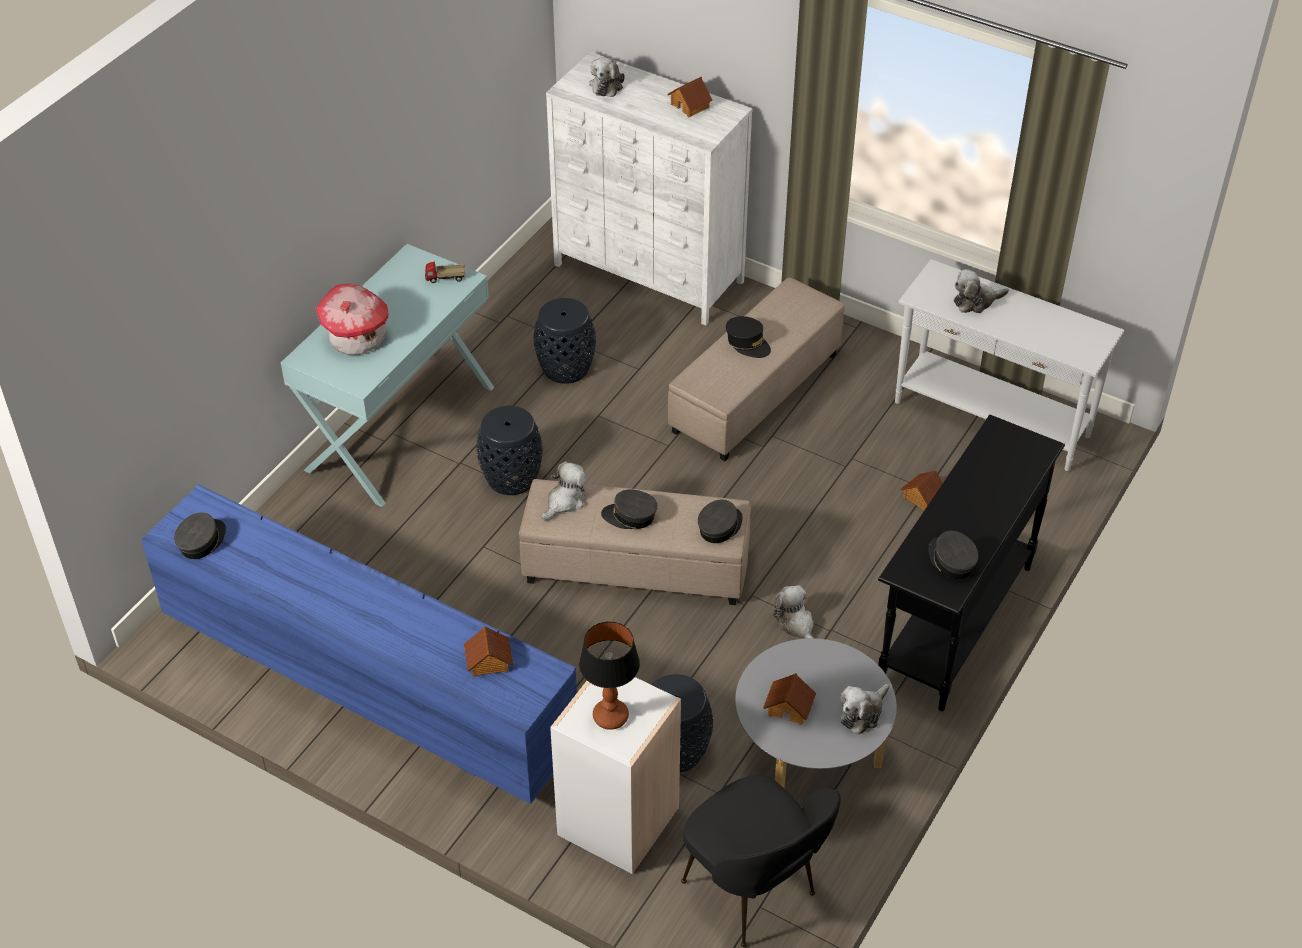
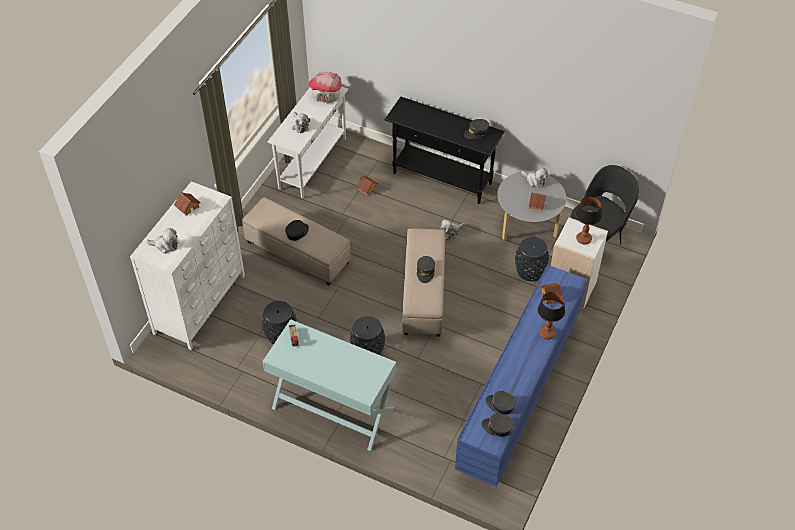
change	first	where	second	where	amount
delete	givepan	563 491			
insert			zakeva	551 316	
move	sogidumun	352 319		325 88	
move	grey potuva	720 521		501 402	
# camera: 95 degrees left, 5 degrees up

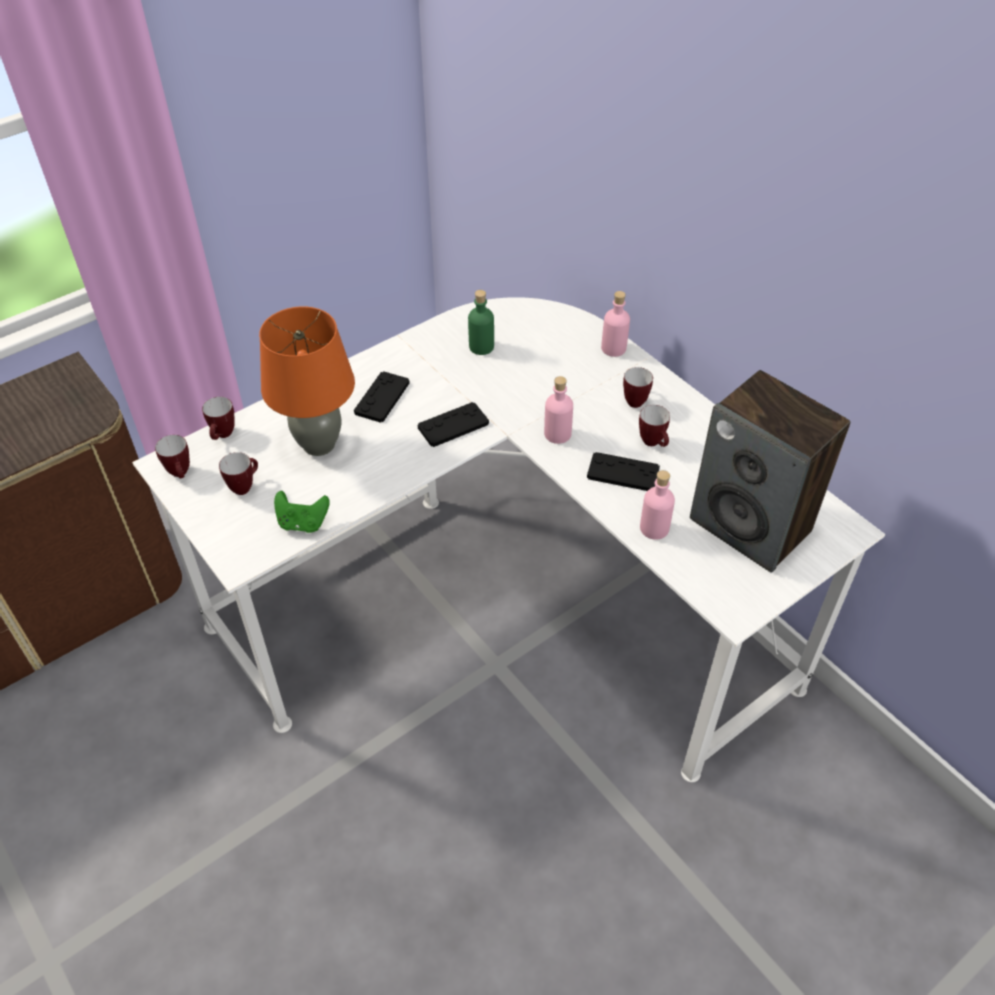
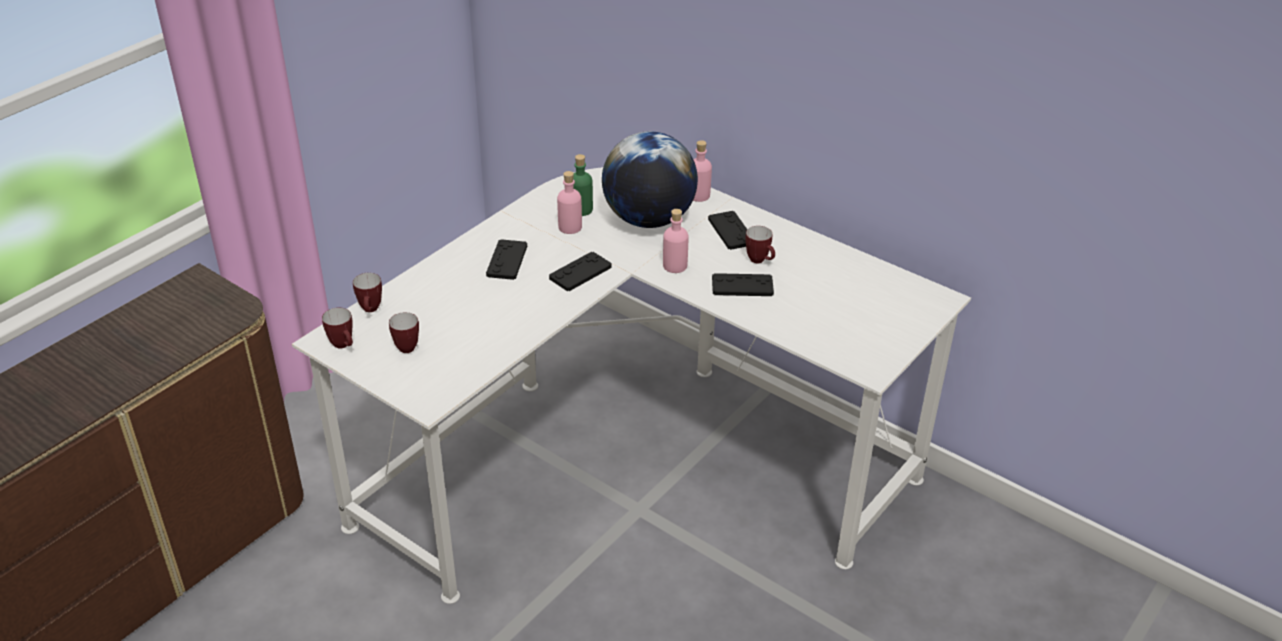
change	first	where	second	where	amount
delete	orange zakeva	307 381			
delete	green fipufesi	302 512			
delete	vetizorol	770 471			
insert			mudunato	650 179	
move	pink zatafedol	657 505		569 202	
replace	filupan	638 387	black fipufesi	727 230	
# camera: 15 degrees left, 10 degrees down

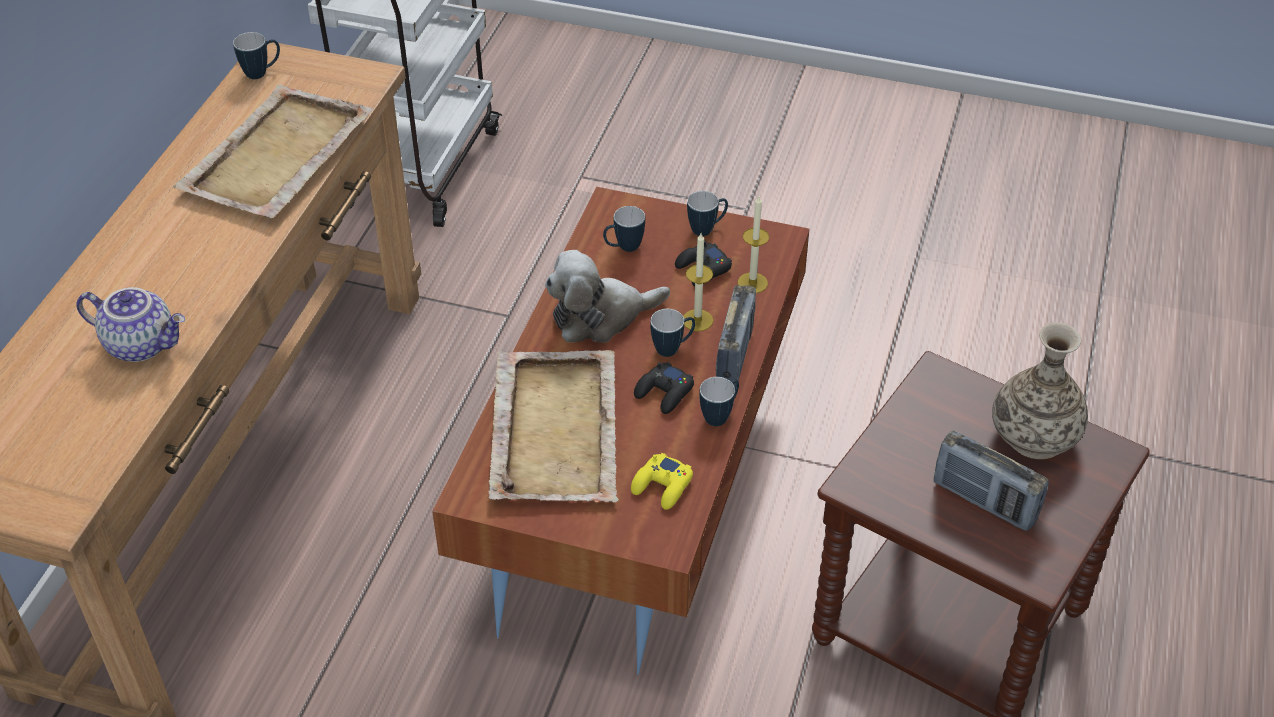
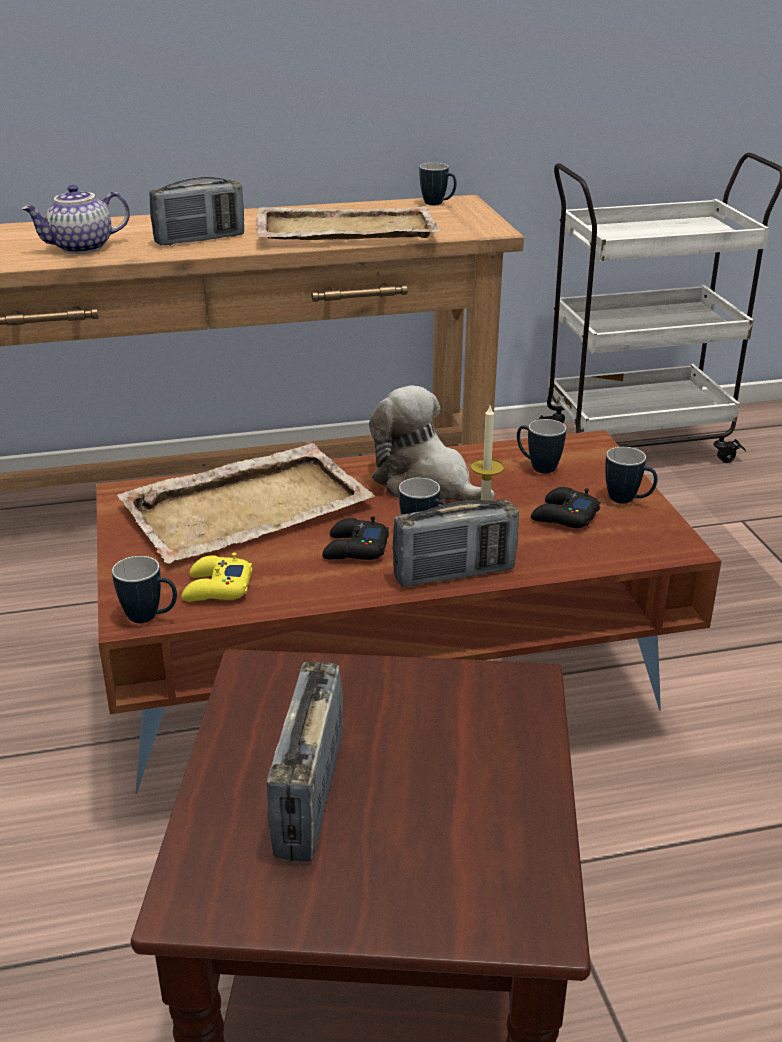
change	first	where	second	where	amount
delete	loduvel	753 244			
delete	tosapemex	1040 390			
insert			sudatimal	196 211	
move	filupan	719 401		144 589	
rotate	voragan	130 324		75 219	75 degrees clockwise
# camera: 60 degrees right, 15 degrees down

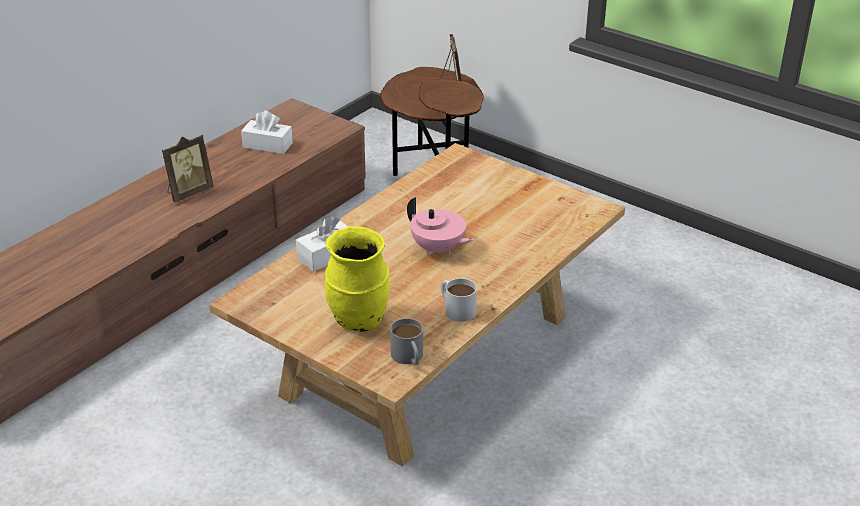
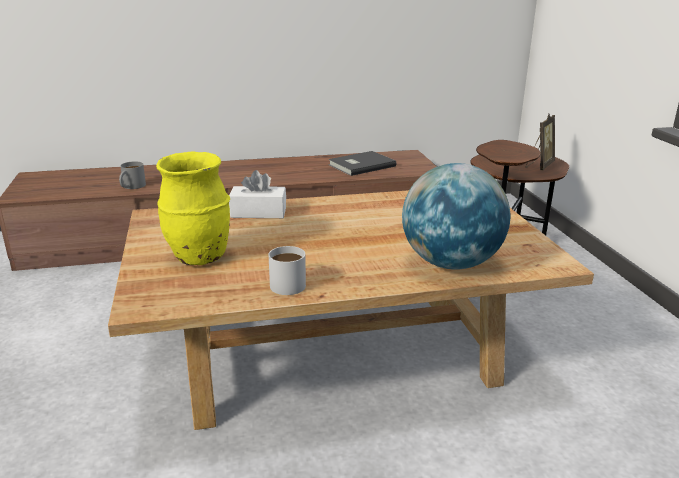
change	first	where	second	where	amount
delete	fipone	187 168			
delete	pink voragan	440 226			
insert			mudunato	456 216	
move	grey filupan	406 341		132 175	
replace	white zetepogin	267 132	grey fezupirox	362 163	
# camera: 40 degrees right, 10 degrees down

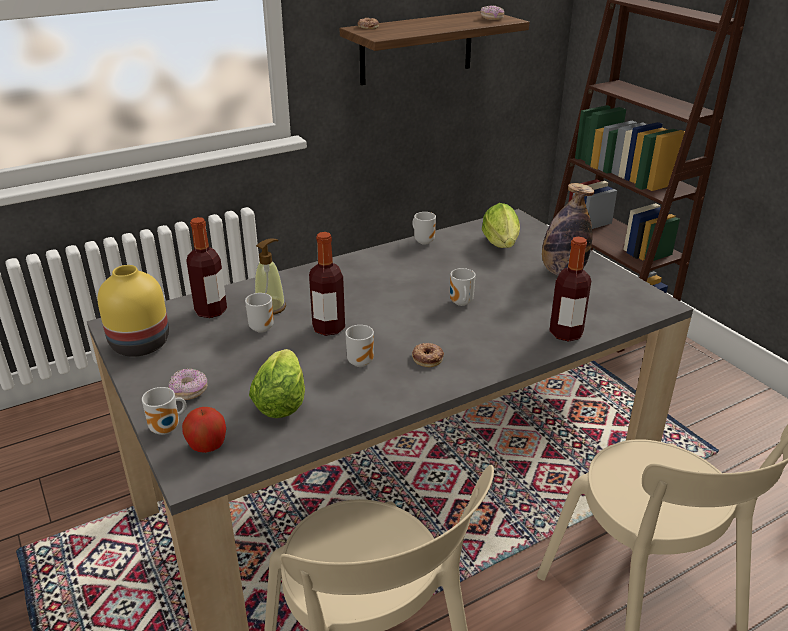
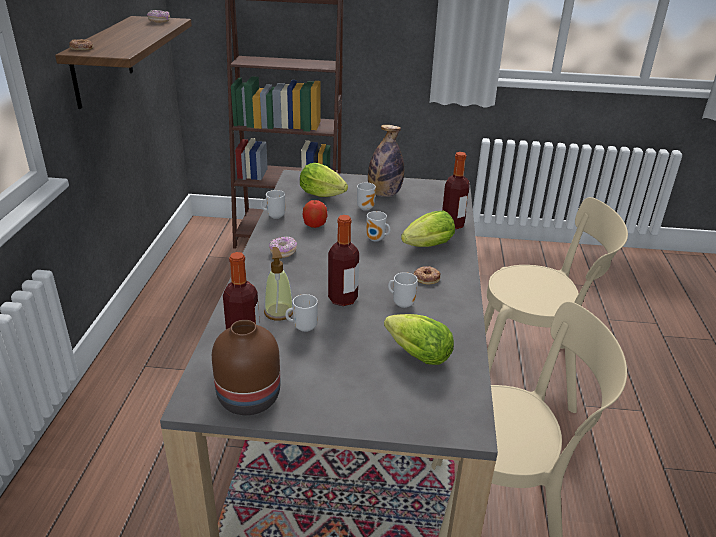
change	first	where	second	where	amount
insert			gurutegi	428 229	
move	filupan	164 411		366 197	
move	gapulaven	188 384		283 247	
move	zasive	204 430		315 214	
recolor	yellow tosapemex	133 311	brown tosapemex	246 367	
# camera: 55 degrees left, 0 degrees up

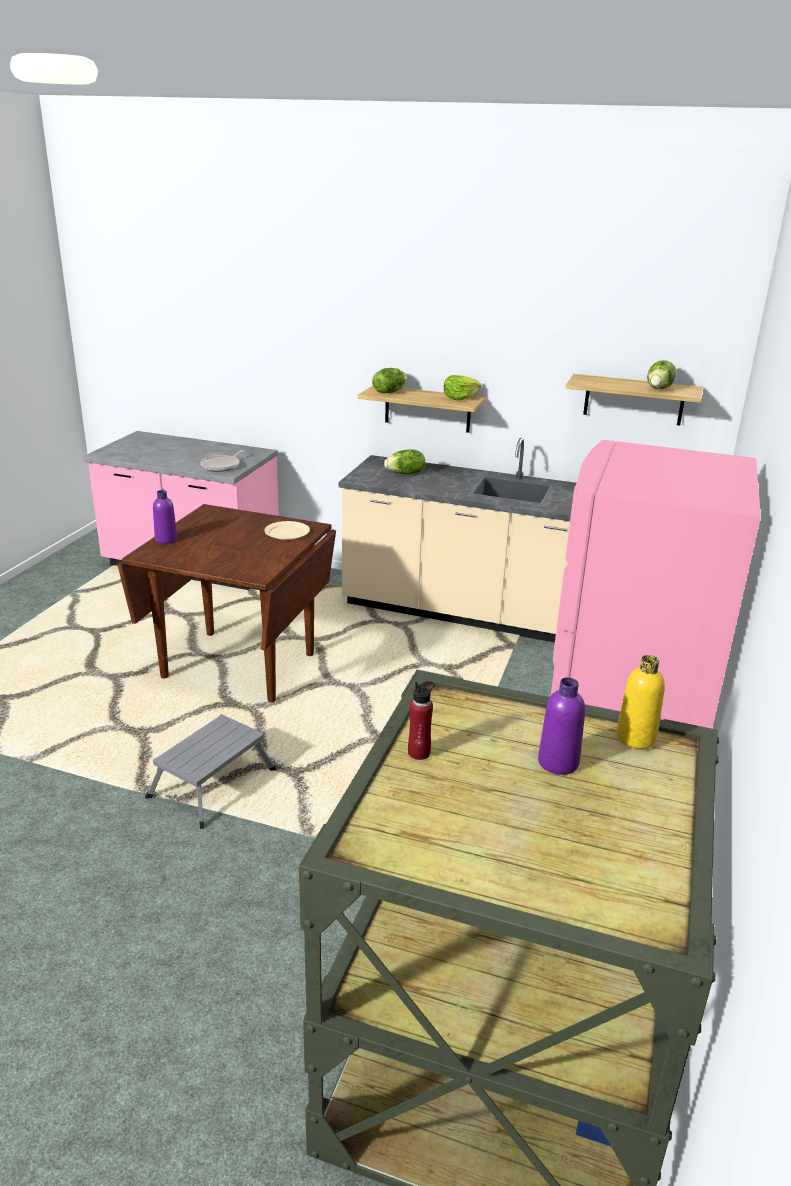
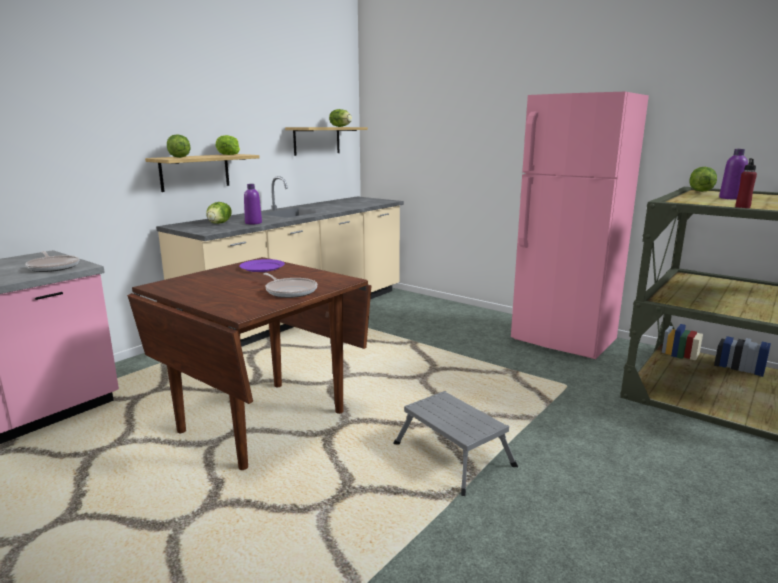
change	first	where	second	where	amount
insert			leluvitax	290 285	
move	purple zatafedol	165 517		253 204	
replace	yellow zatafedol	640 702	gurutegi	703 179	
recolor	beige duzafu	287 530	purple duzafu	262 265	
# camera: 70 degrees left, 10 degrees down

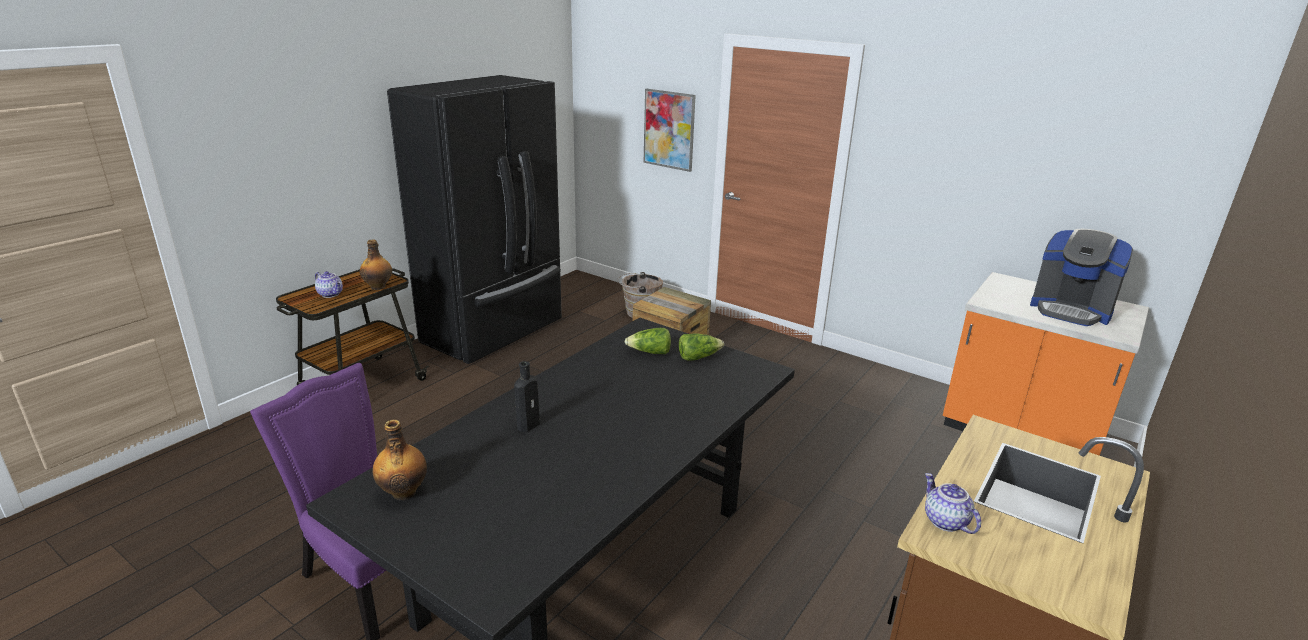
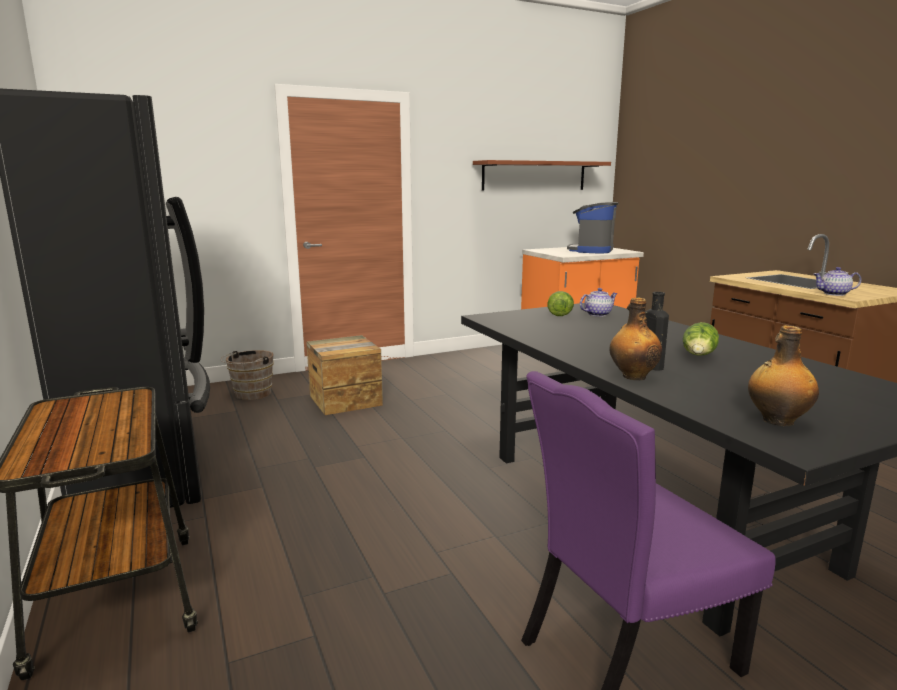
change	first	where	second	where	amount
delete	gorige	670 130			
insert			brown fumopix	542 175	
move	voragan	329 284		599 302	
move	zatafedol	376 264		635 339	
move	gurutegi	647 341		701 339	
rotate	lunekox	1081 277		593 227	135 degrees clockwise
# camera: 60 degrees left, 10 degrees down

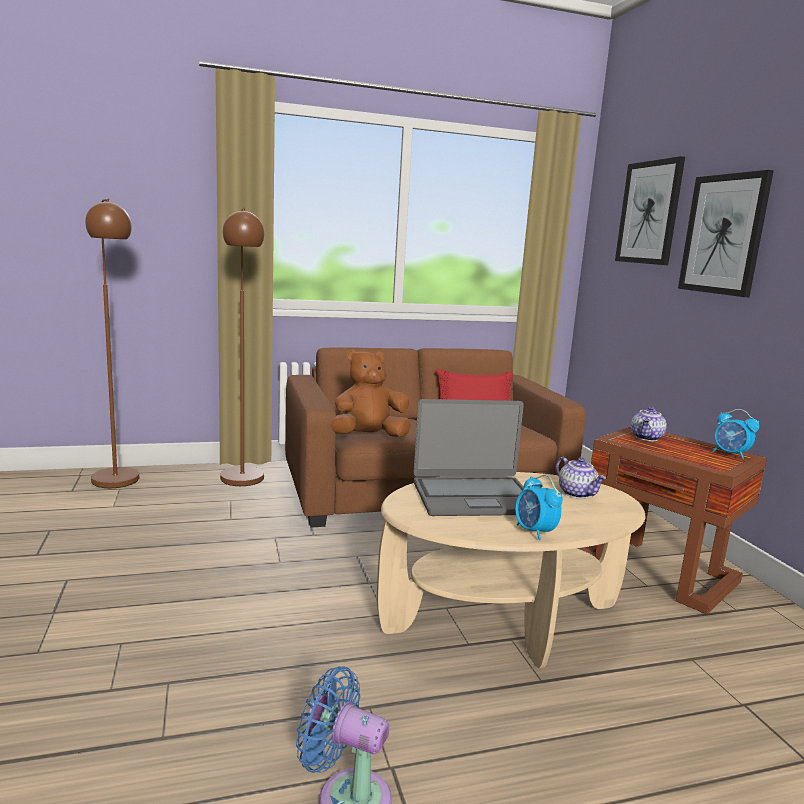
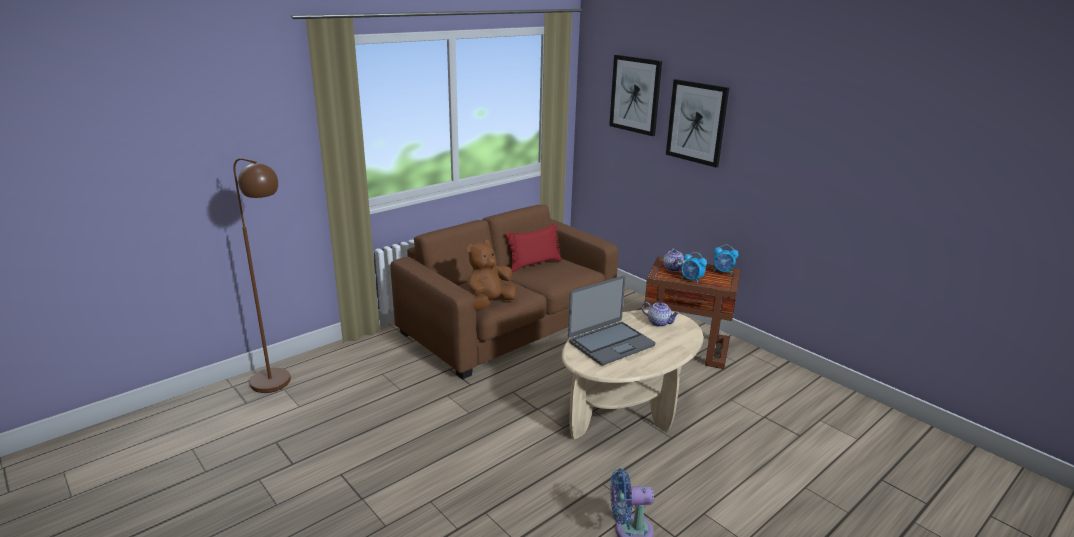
change	first	where	second	where	amount
delete	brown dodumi	242 347			
move	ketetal	539 508		694 267	
# camera: 25 degrees left, 10 degrees up

